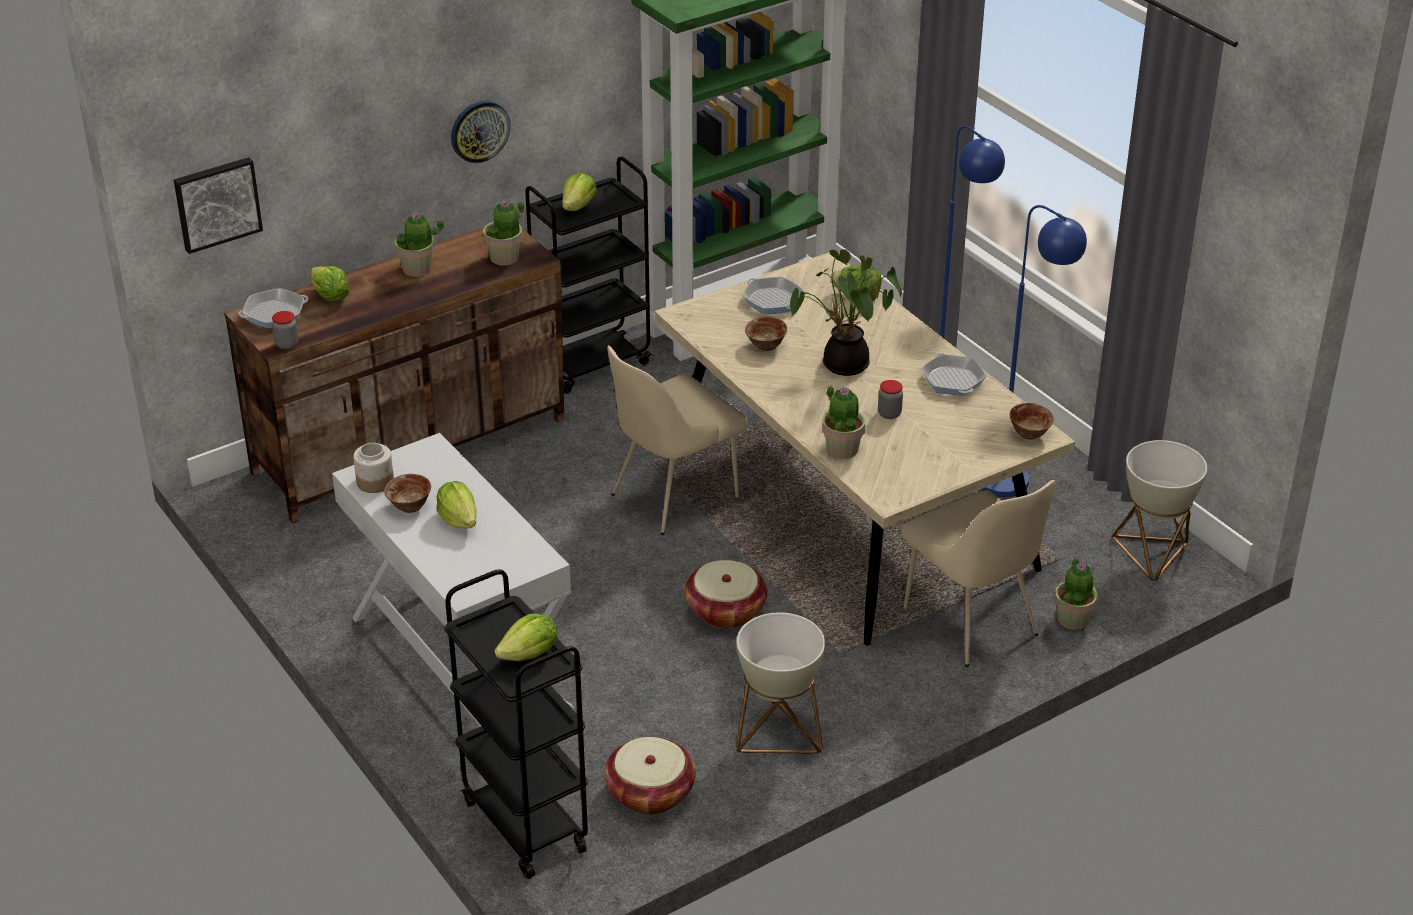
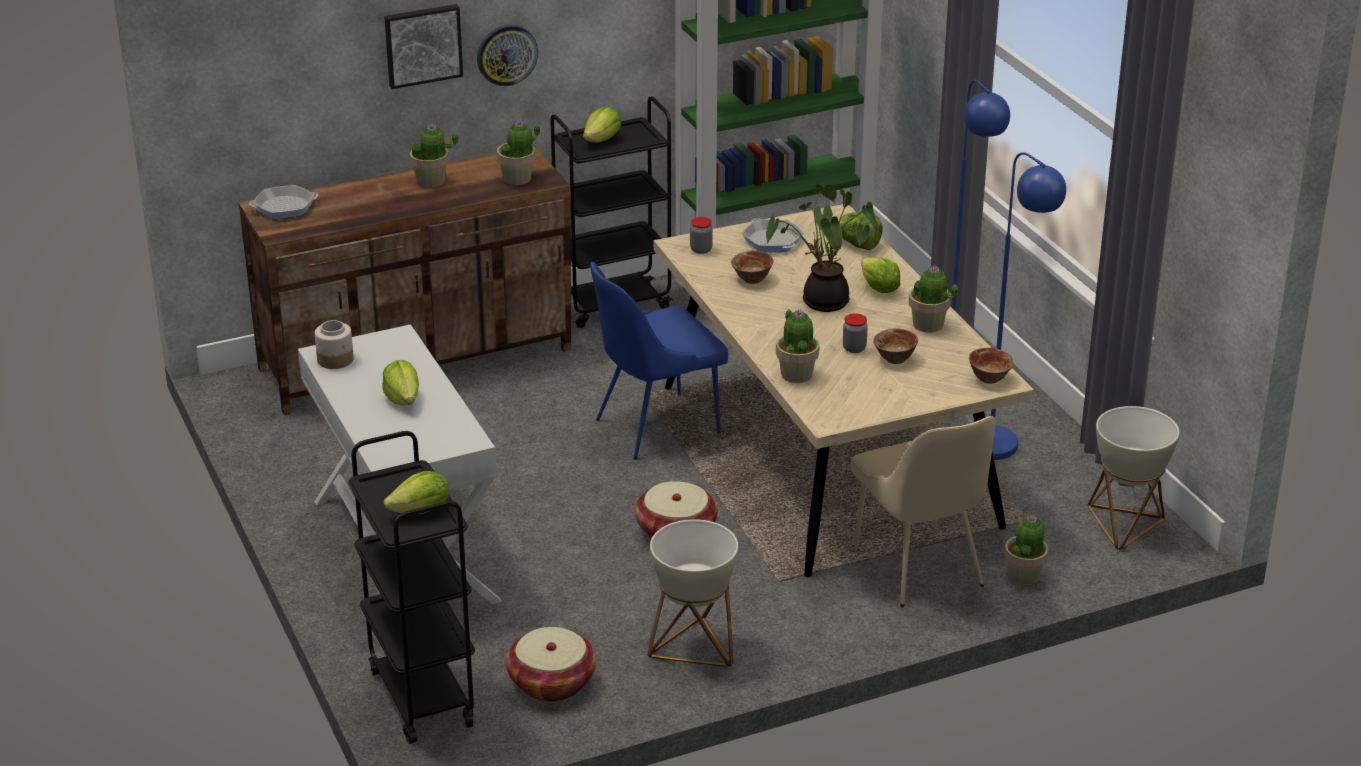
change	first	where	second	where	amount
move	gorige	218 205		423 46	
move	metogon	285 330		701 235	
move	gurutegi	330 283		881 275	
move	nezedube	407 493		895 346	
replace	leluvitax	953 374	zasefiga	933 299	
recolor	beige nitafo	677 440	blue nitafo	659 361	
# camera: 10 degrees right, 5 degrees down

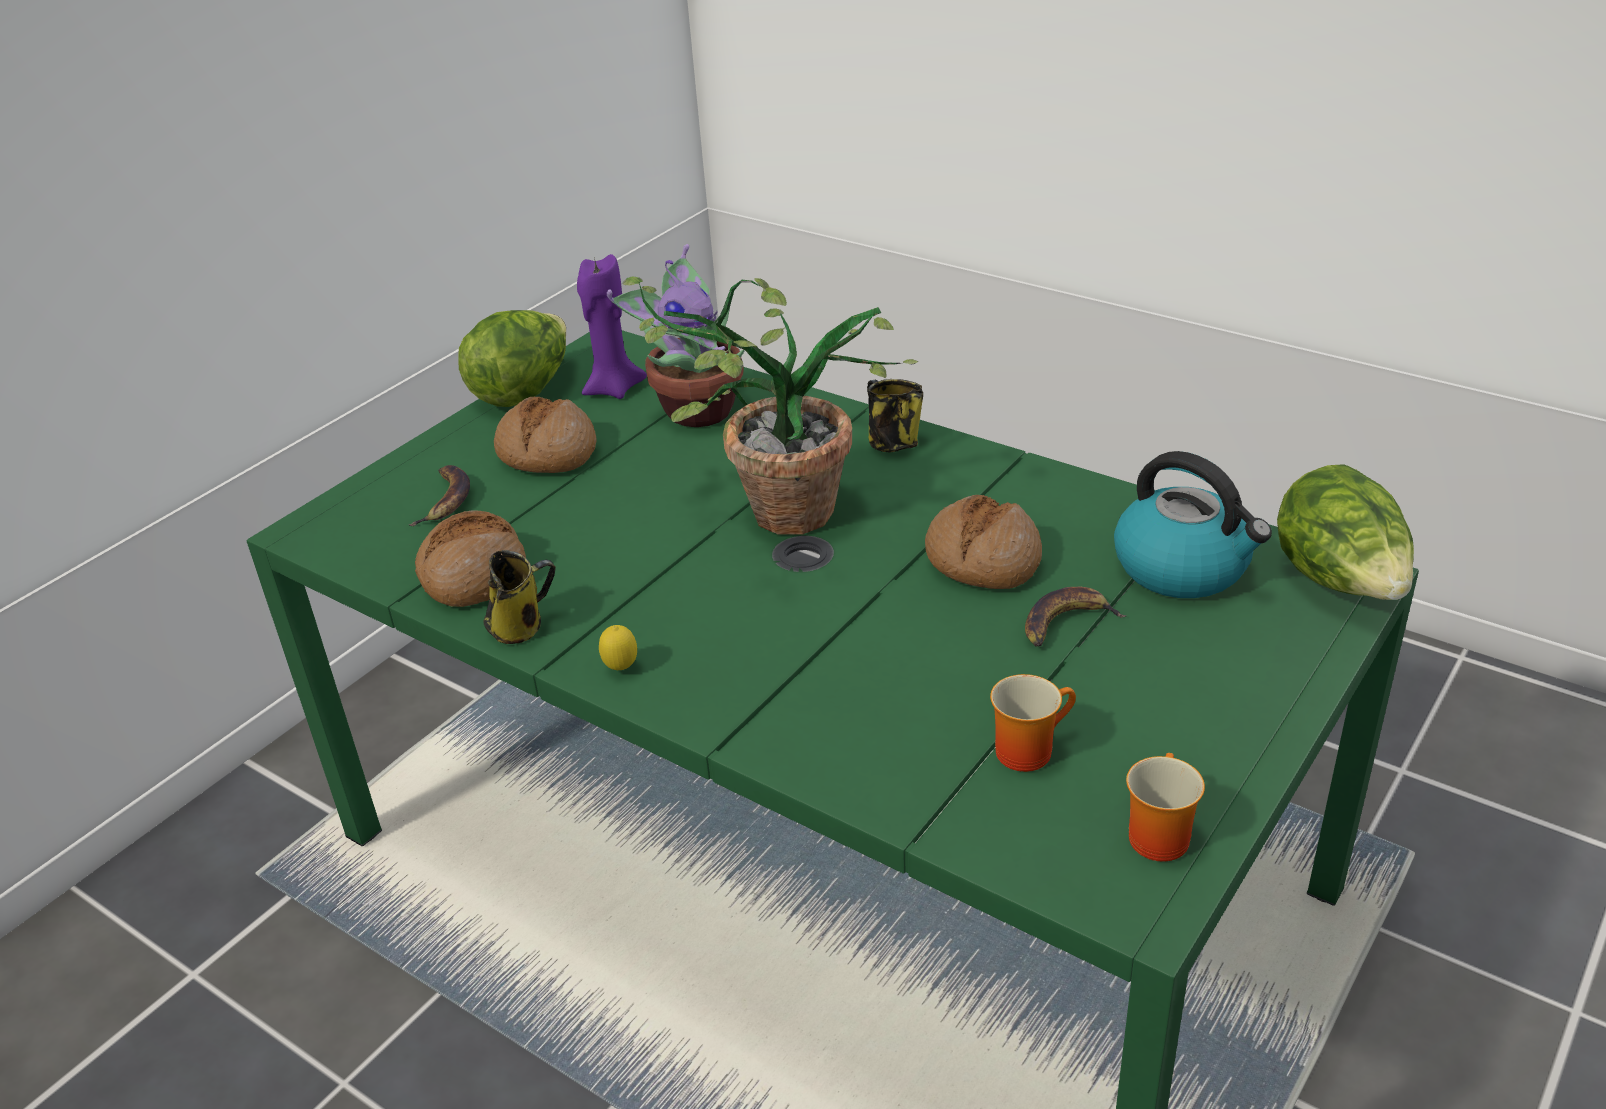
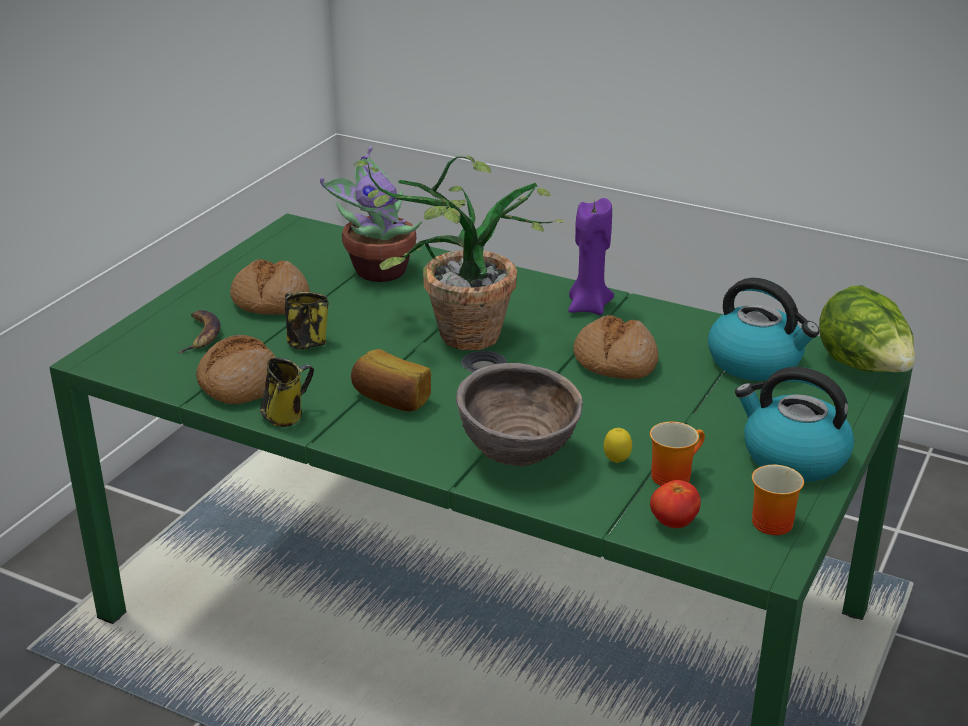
change	first	where	second	where	amount
delete	gurutegi	512 358			
delete	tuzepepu	1076 616			
insert			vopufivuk	391 380	
insert			brown nezedube	519 414	
insert			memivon	675 504	
insert			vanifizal	794 424	
move	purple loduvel	612 326		591 256	
move	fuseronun	618 647		618 445	
move	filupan	895 416		306 320	
# camera: 10 degrees left, 5 degrees down

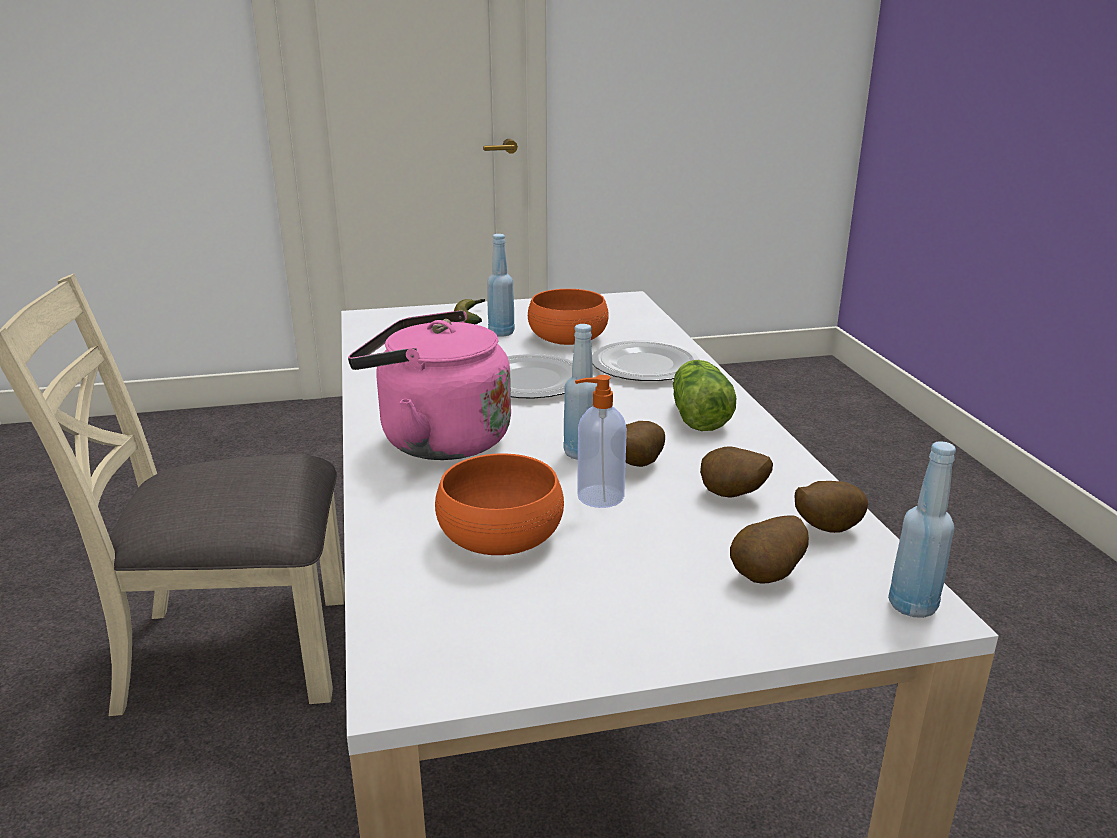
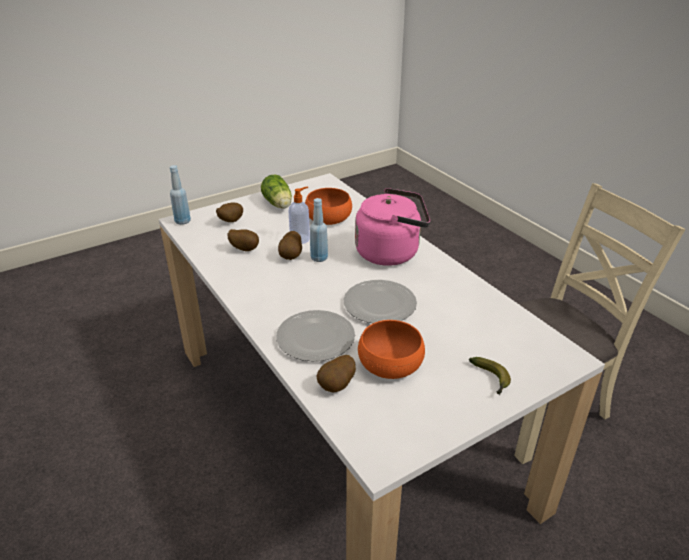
change	first	where	second	where	amount
delete	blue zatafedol	501 285			
move	gurutegi	704 395		276 191	
move	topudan	831 507		336 374	
# camera: 160 degrees right, 10 degrees up

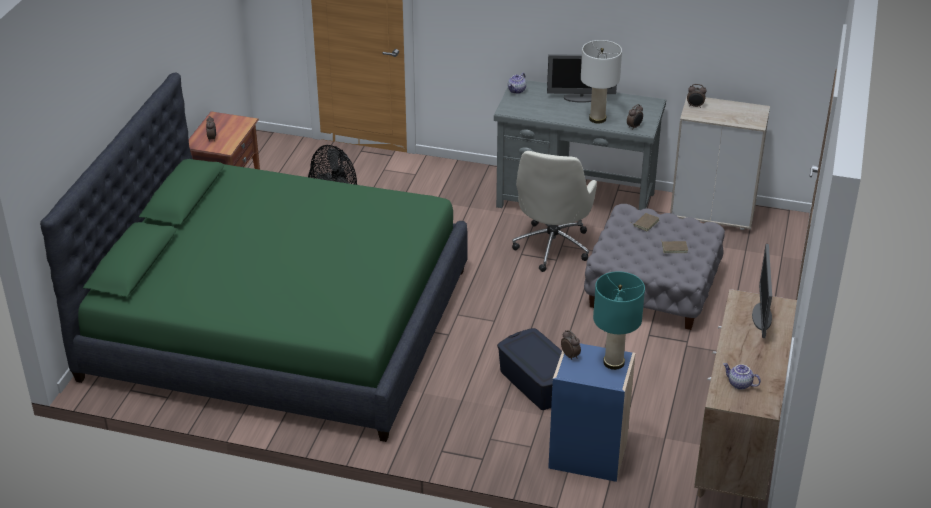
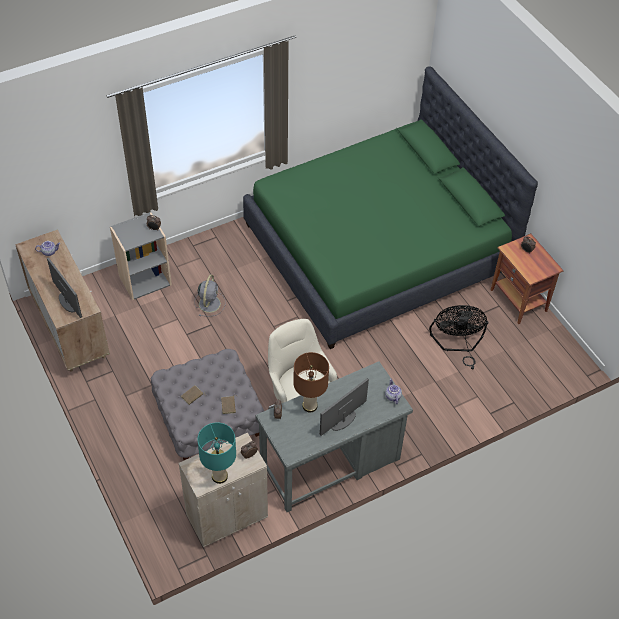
change	first	where	second	where	amount
move	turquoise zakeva	619 320		216 453	
replace	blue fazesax	529 369	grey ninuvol	210 295	
recolor	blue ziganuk	591 412	grey ziganuk	141 256	
recolor	white zakeva	601 81	brown zakeva	311 382	
# camera: 135 degrees right, 15 degrees up

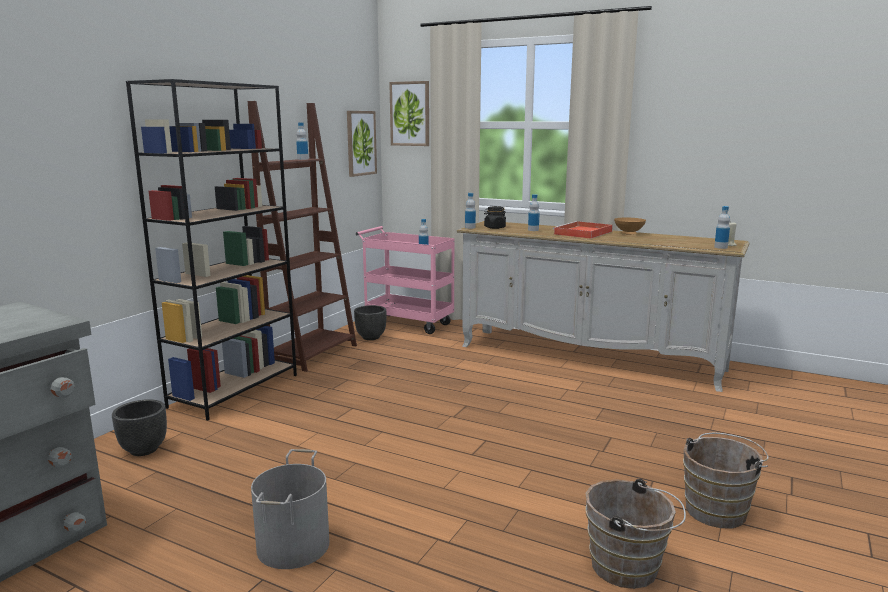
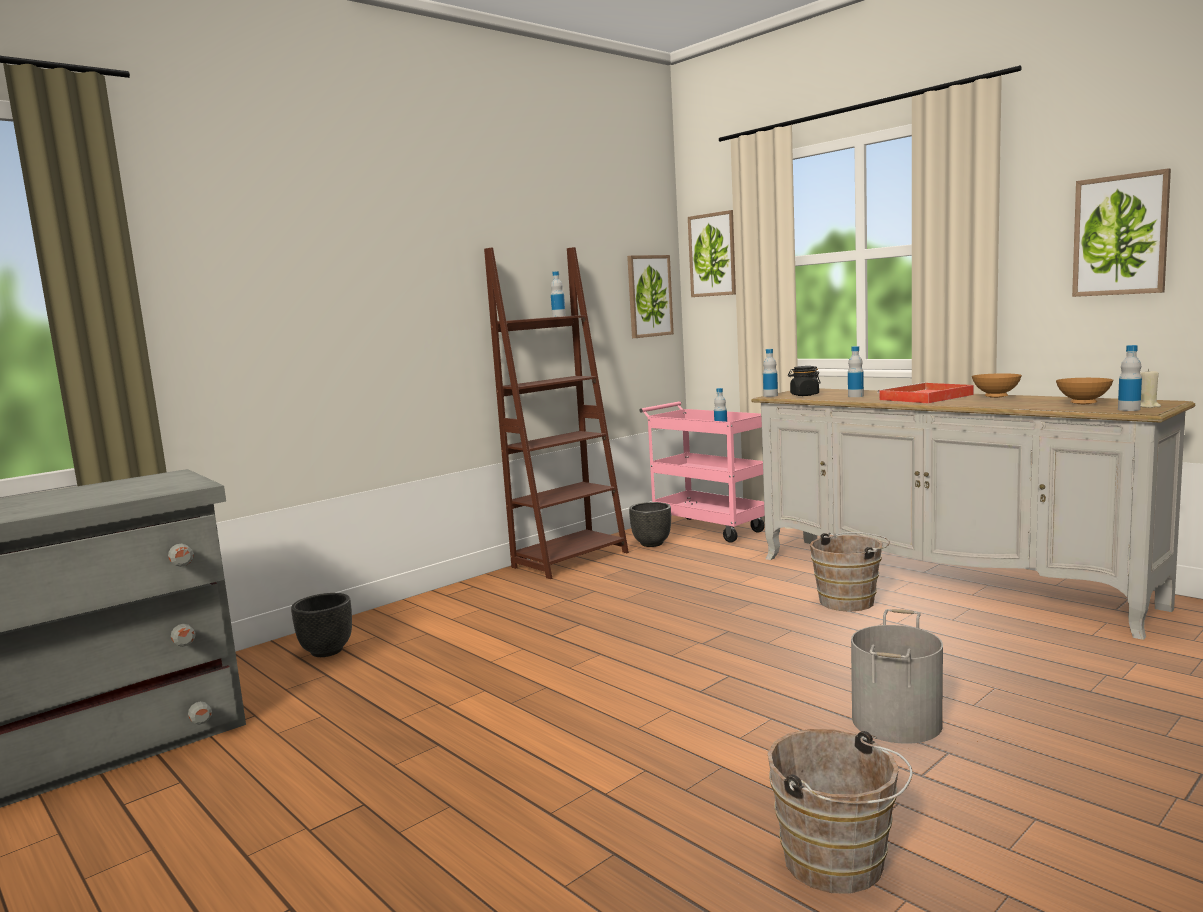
change	first	where	second	where	amount
delete	beige ziganuk	211 250			
insert			brown nezedube	1084 391	
insert			gorige	1121 232	
move	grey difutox	290 509		897 676	
move	brown difutox	726 480		850 572	
# camera: 20 degrees right, 5 degrees down

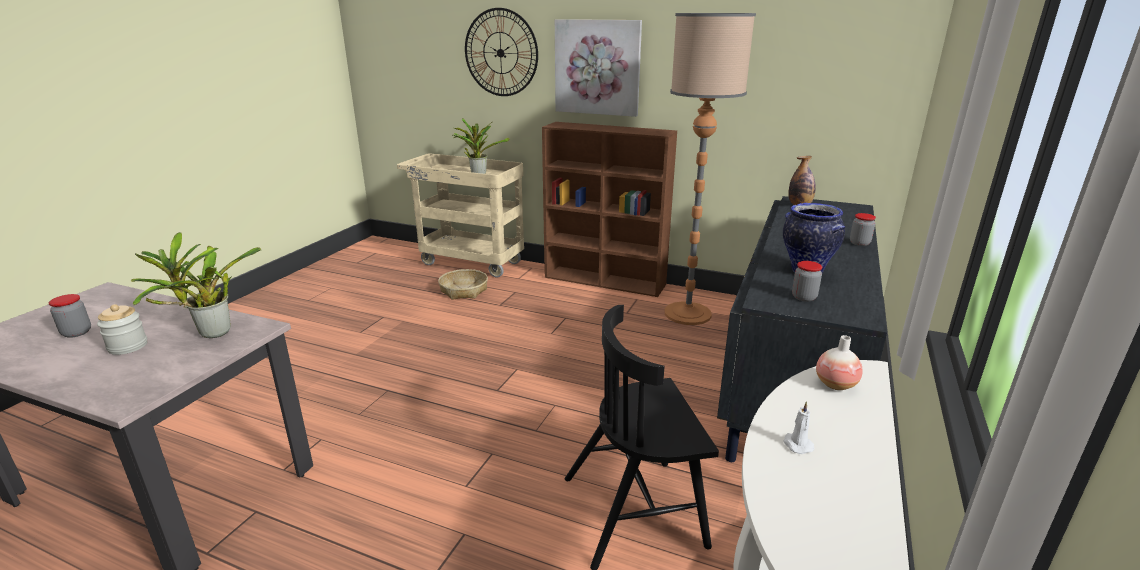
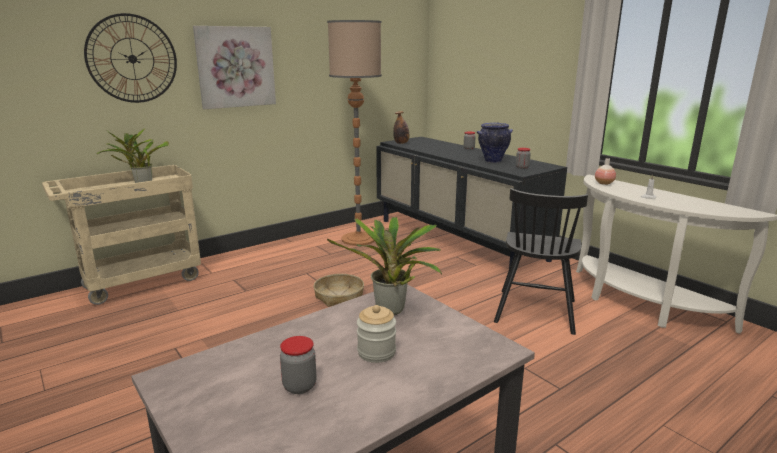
change	first	where	second	where	amount
delete	brown ziganuk	609 209			
move	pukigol	463 284		338 290	
# camera: 60 degrees left, 5 degrees down

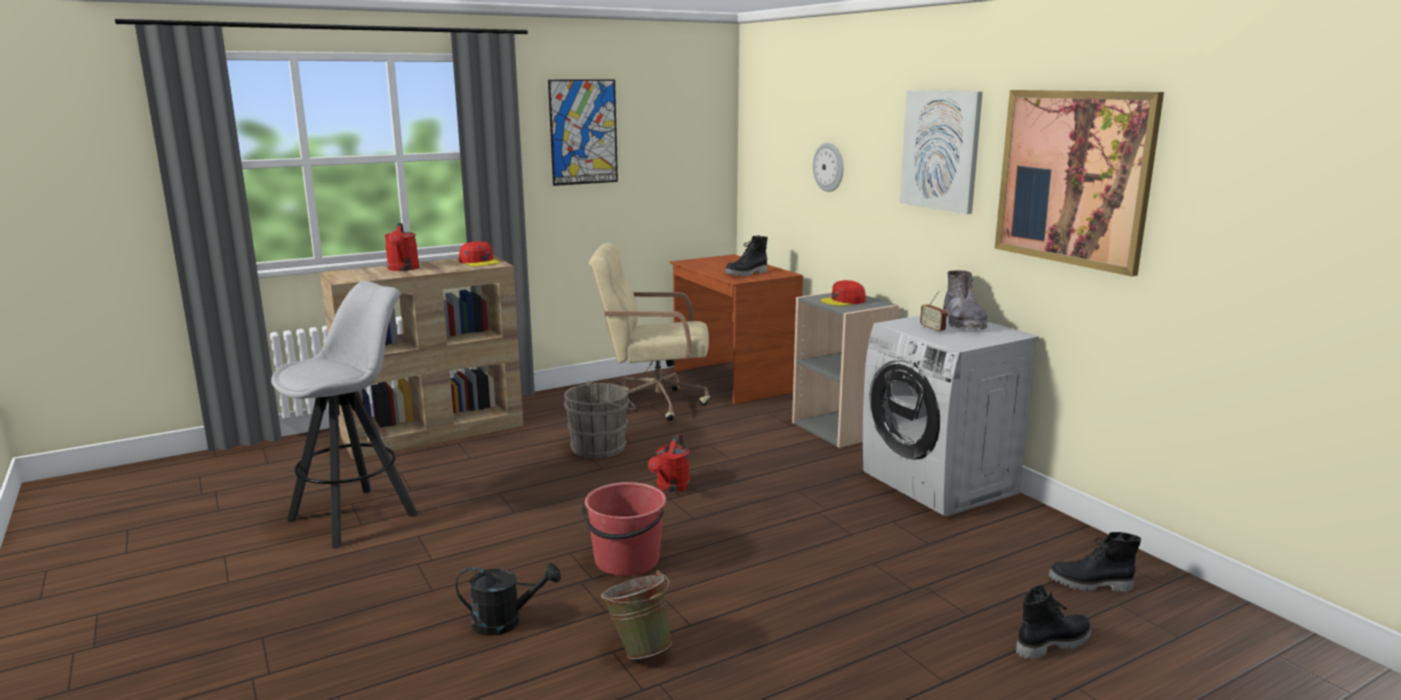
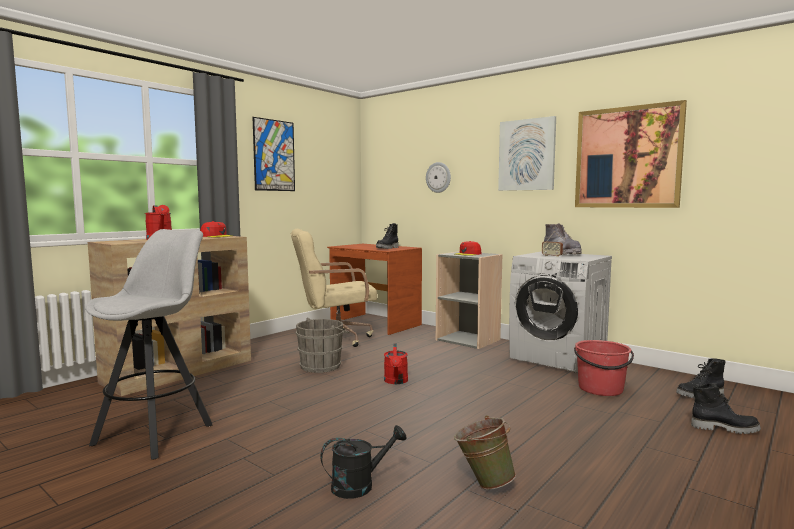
change	first	where	second	where	amount
move	red difutox	624 529		604 368	
rotate	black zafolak	1053 622		726 409	60 degrees clockwise
# camera: 20 degrees left, 10 degrees down

